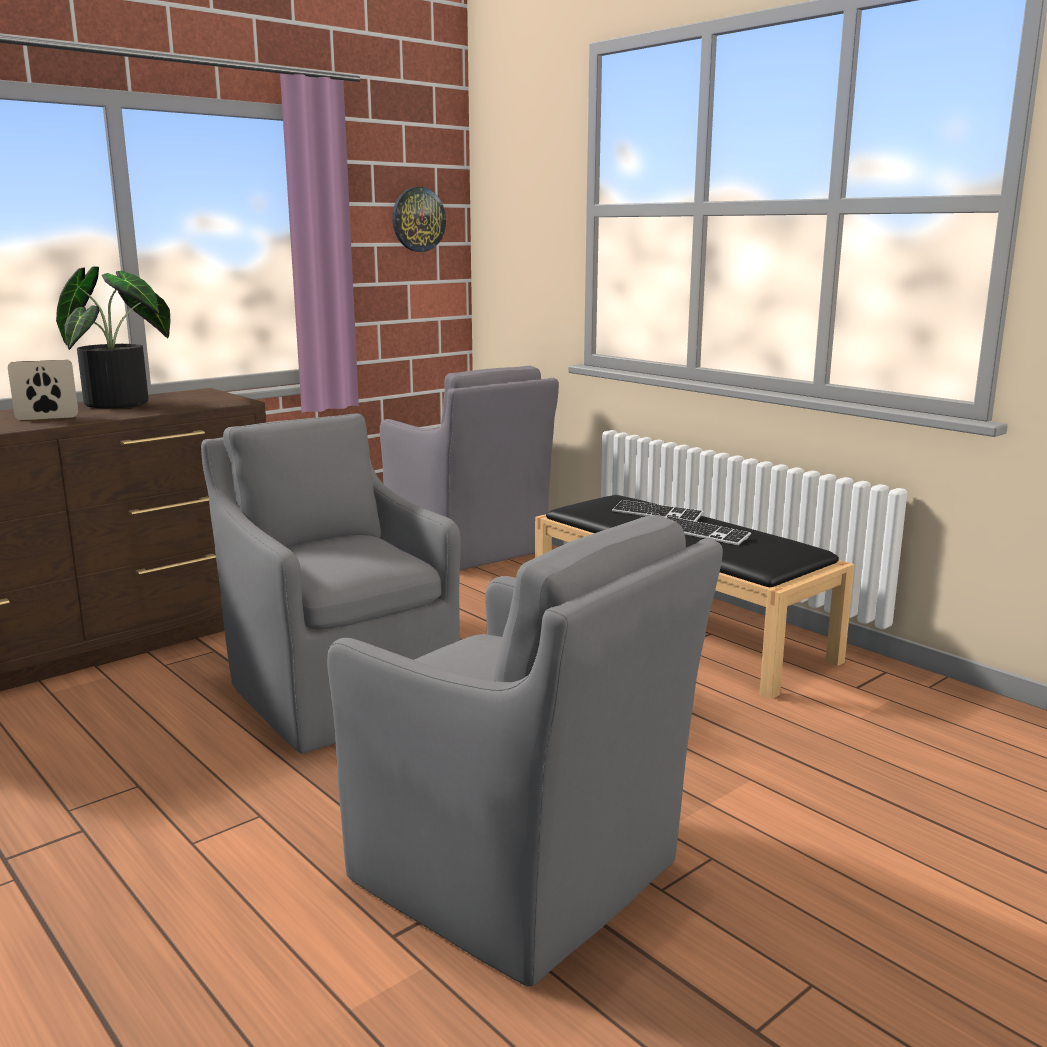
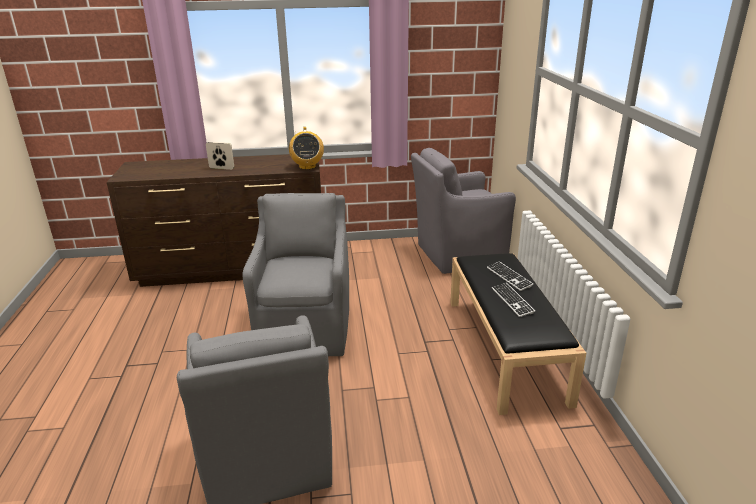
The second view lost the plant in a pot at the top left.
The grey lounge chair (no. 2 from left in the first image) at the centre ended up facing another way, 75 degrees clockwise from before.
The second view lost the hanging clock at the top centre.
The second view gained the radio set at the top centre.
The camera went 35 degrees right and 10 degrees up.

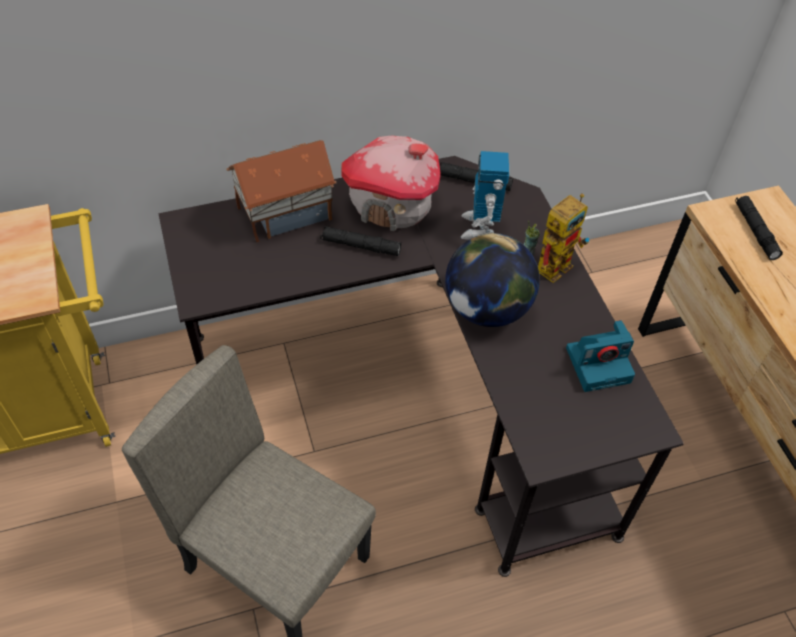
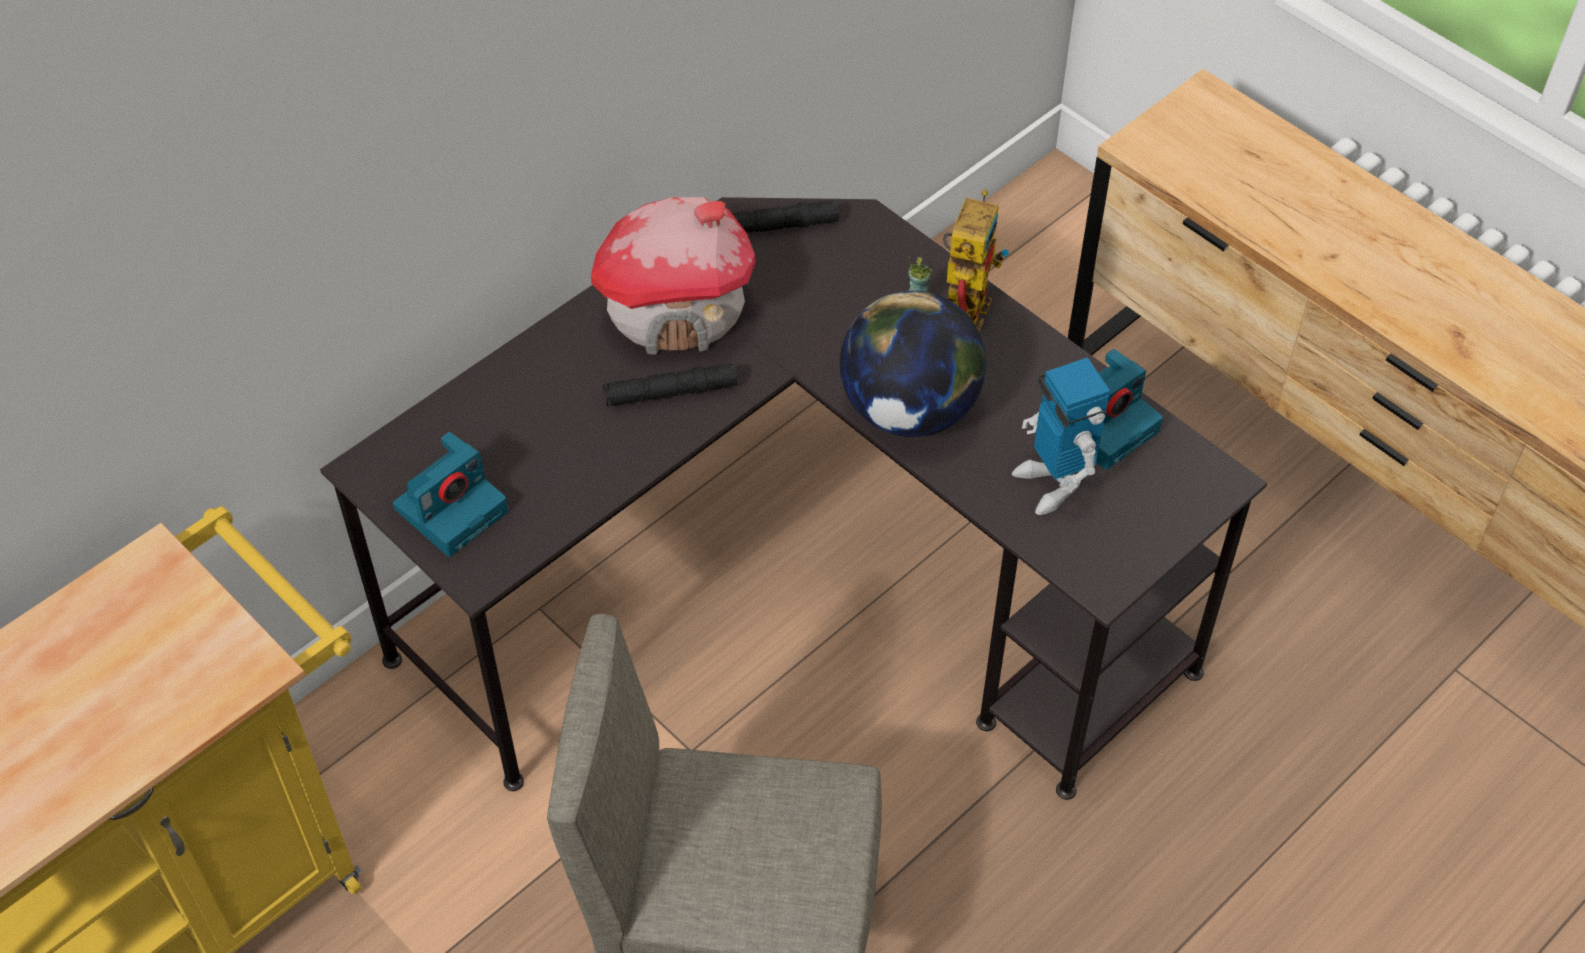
The second view lost the model house (no. 1 from left) at the top centre.
The robot figure (no. 1 from left in the first image) ended up elsewhere, having gone from the top centre to the middle right.
The second view lost the black-coloured flashlight (no. 3 from left) at the middle right.
The second view gained the still camera (no. 1 from left) at the middle left.
The camera went 25 degrees left and 0 degrees up.

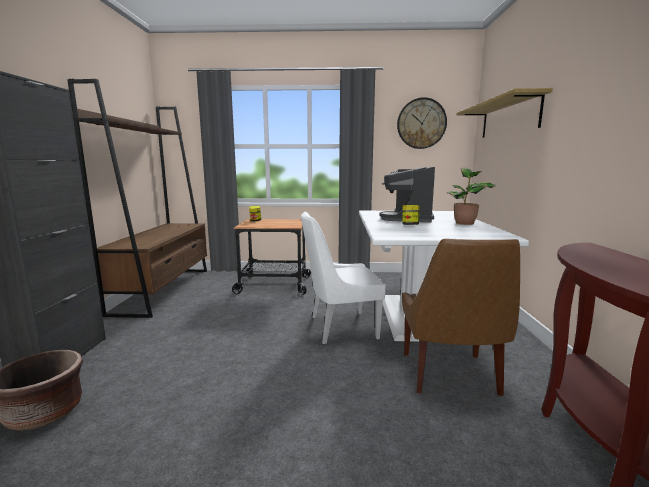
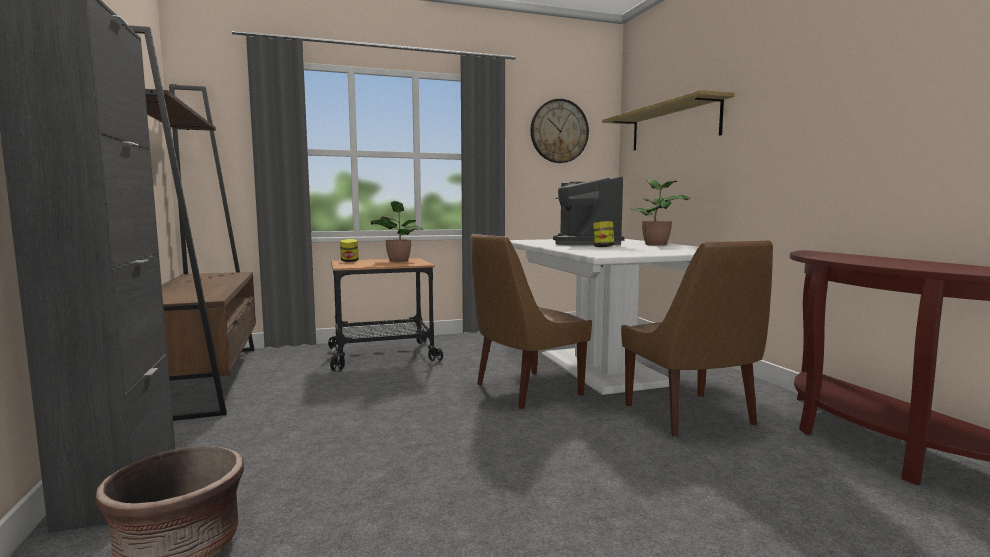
What was the whitish upright chair at the centre turned into the brownish upright chair (no. 1 from left) at the centre.
The second view gained the plant in a pot (no. 1 from left) at the centre.
The camera went 20 degrees left and 5 degrees down.

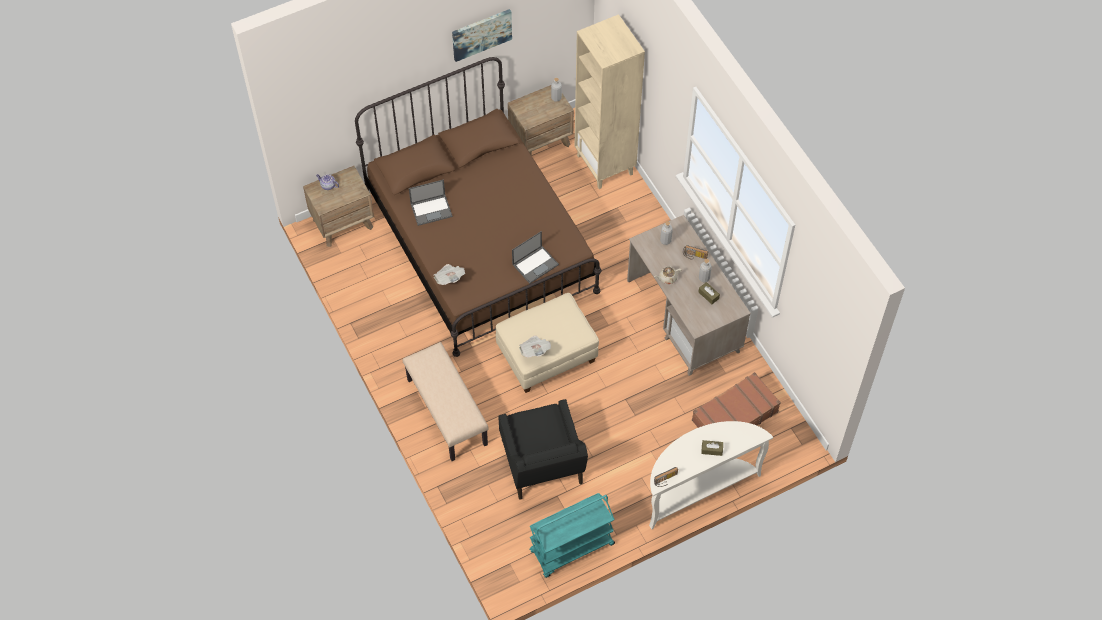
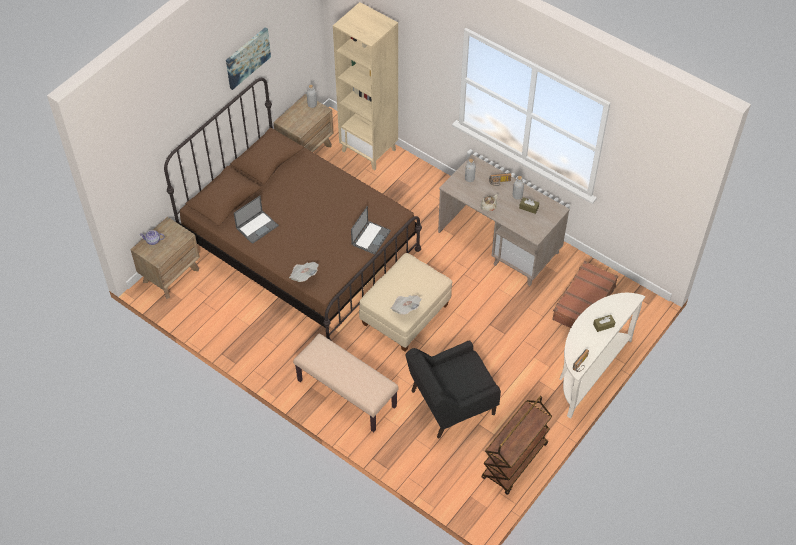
The black-coloured lounge chair at the bottom centre ended up facing another way, 105 degrees clockwise from before.
What was the turquoise wheeled cart at the bottom centre turned into the brownish wheeled cart at the bottom centre.
The camera went 25 degrees left and 5 degrees down.

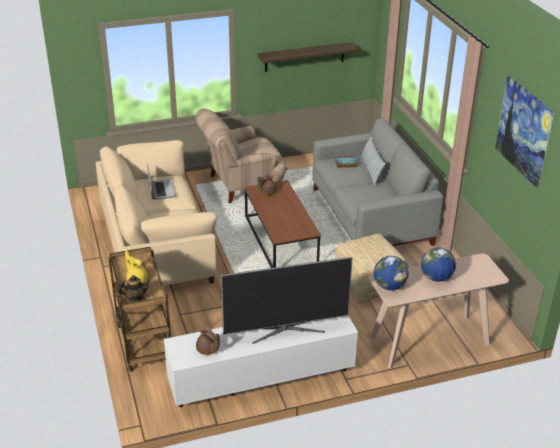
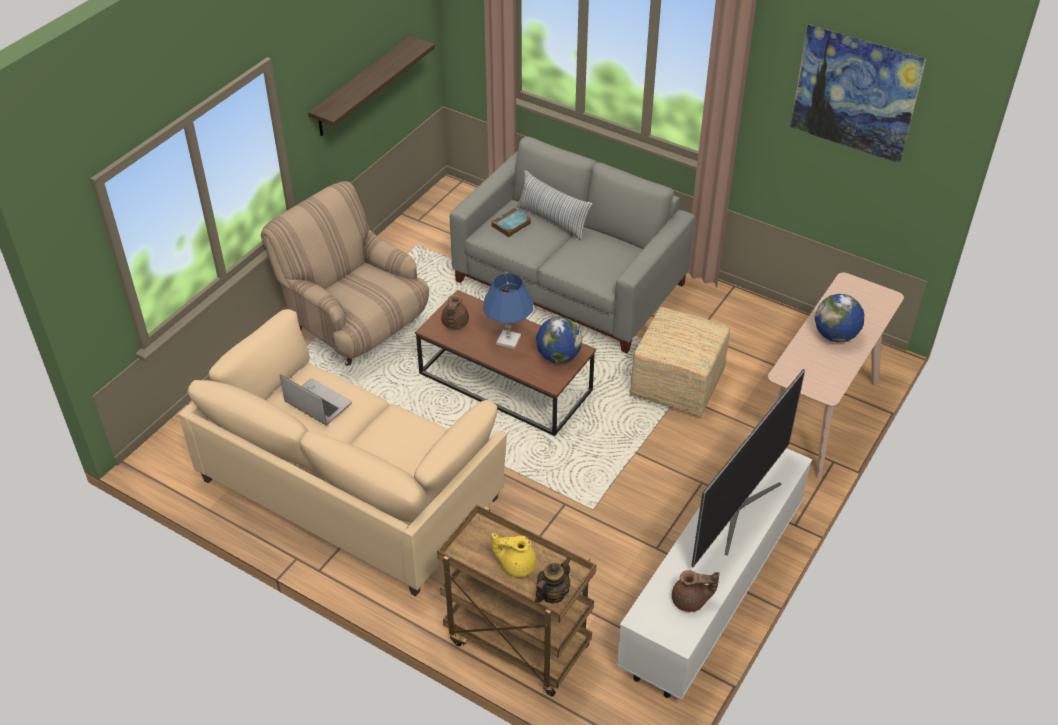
The sand-coloured lounge chair at the centre ended up facing another way, 105 degrees clockwise from before.
The globe (no. 1 from left) ended up elsewhere, having gone from the middle right to the centre.
The second view gained the bluish tabletop lamp at the centre.
The camera went 40 degrees left and 10 degrees up.

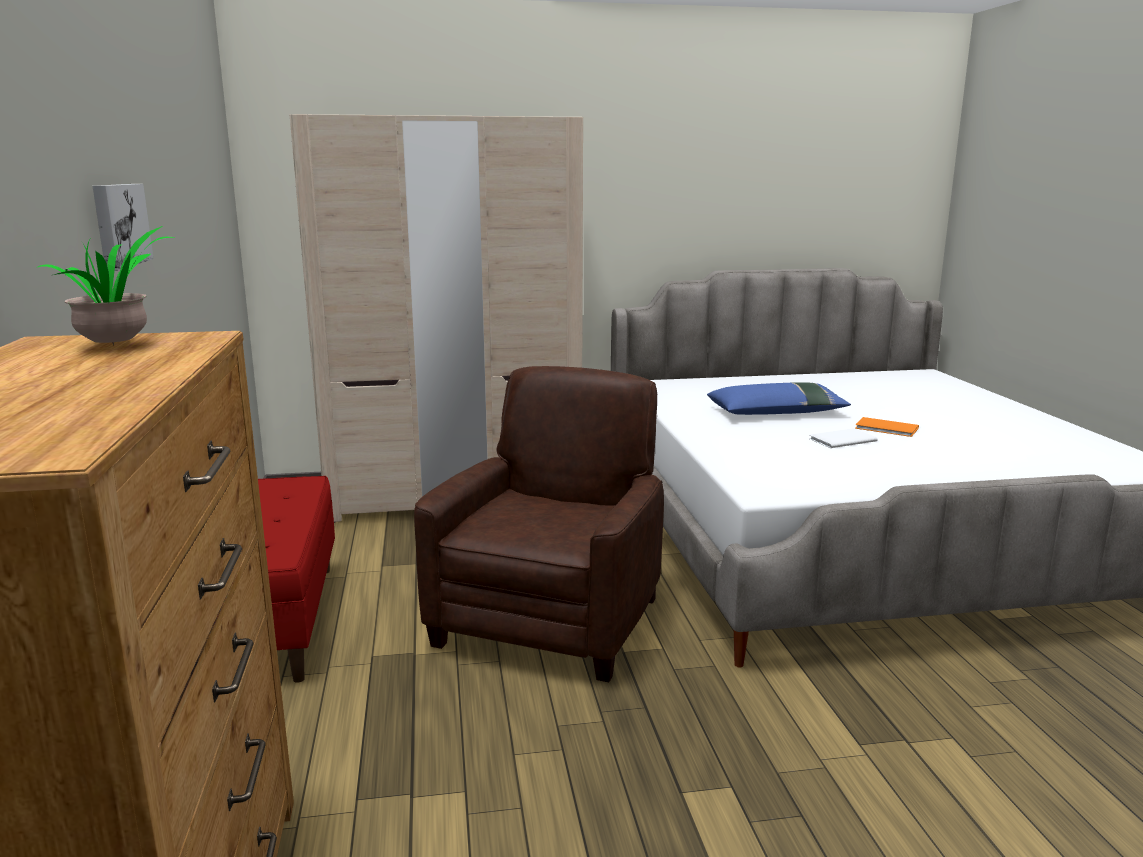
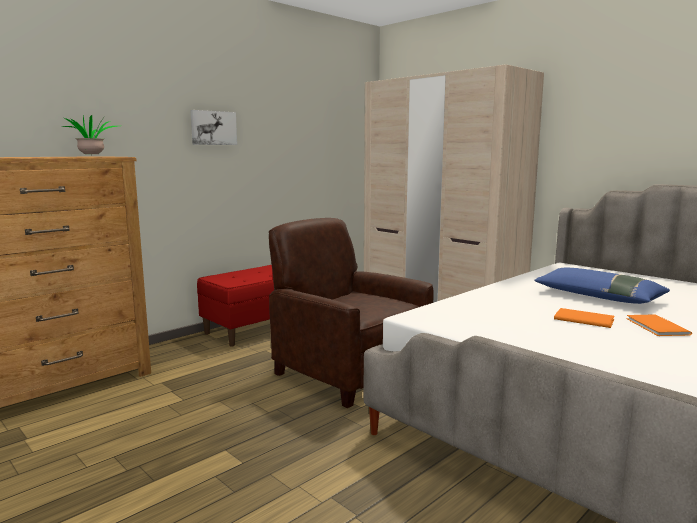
The brownish lounge chair at the centre ended up facing another way, 120 degrees counterclockwise from before.
What was the whitish bound book at the middle right turned into the orangey bound book (no. 1 from left) at the middle right.
The camera went 55 degrees right and 5 degrees down.

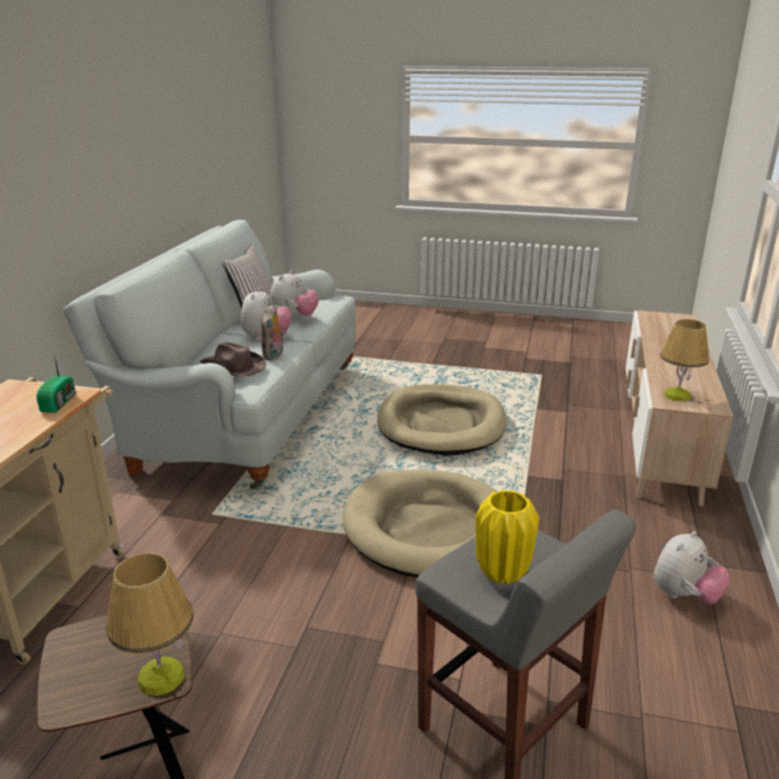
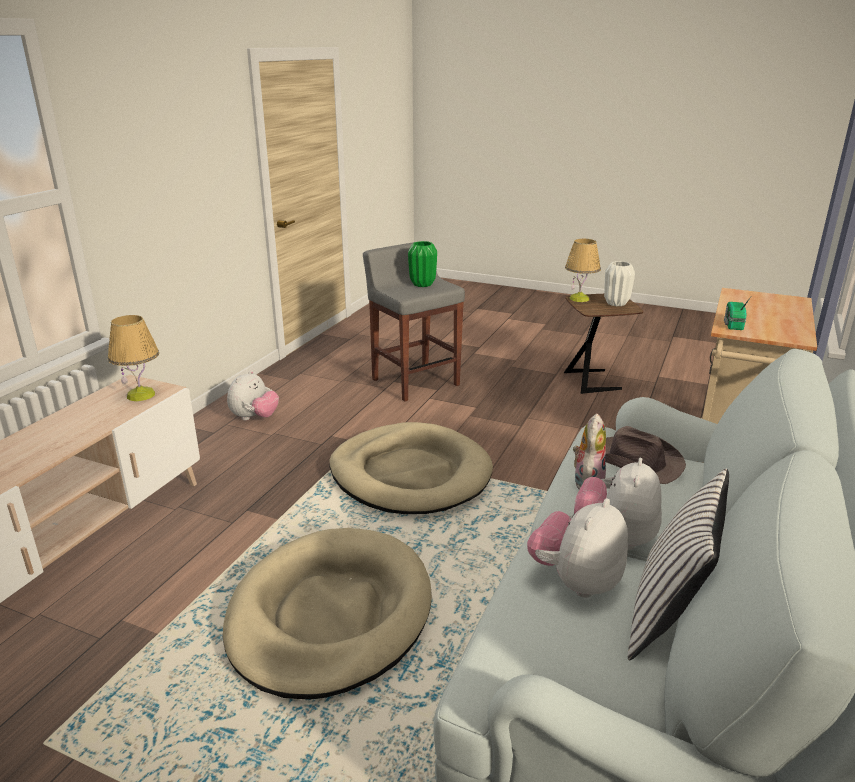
What was the yellowish decorative vase at the bottom centre turned into the greenish decorative vase at the centre.
The cuddly toy (no. 4 from left in the first image) at the bottom right ended up facing another way, 150 degrees clockwise from before.
The second view gained the whitish decorative vase at the middle right.
The camera went 170 degrees left and 0 degrees up.

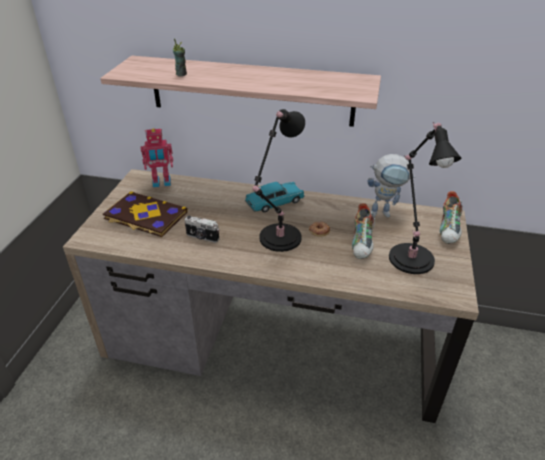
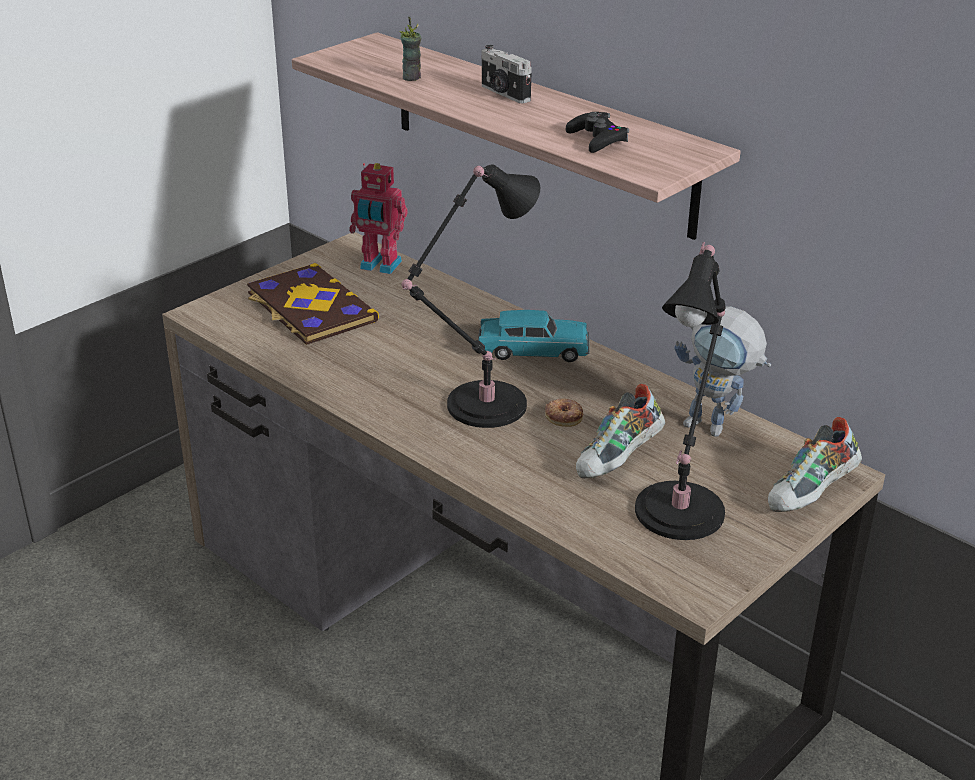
The still camera ended up elsewhere, having gone from the centre to the top centre.
The second view gained the black-coloured joypad at the top centre.
The camera went 30 degrees right and 5 degrees down.

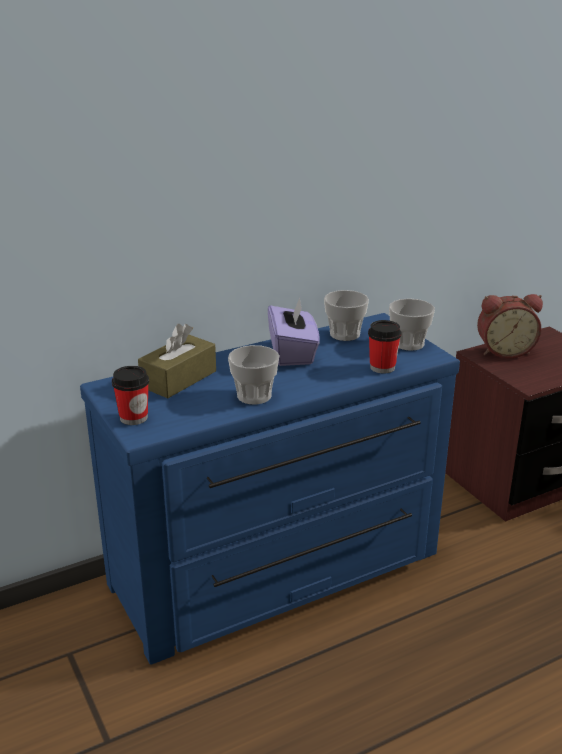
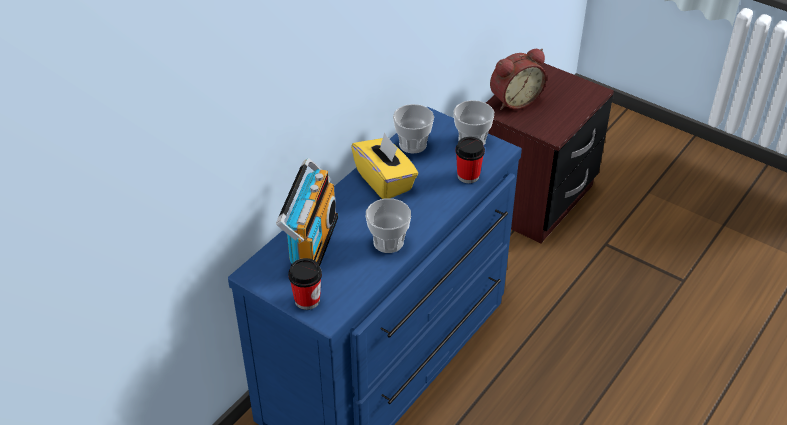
Where the brownish tissue box stood at the middle left, the radio set came to stand at the centre.
What was the purple-coloured tissue box at the centre turned into the yellowish tissue box at the centre.
The camera went 25 degrees left and 15 degrees up.

